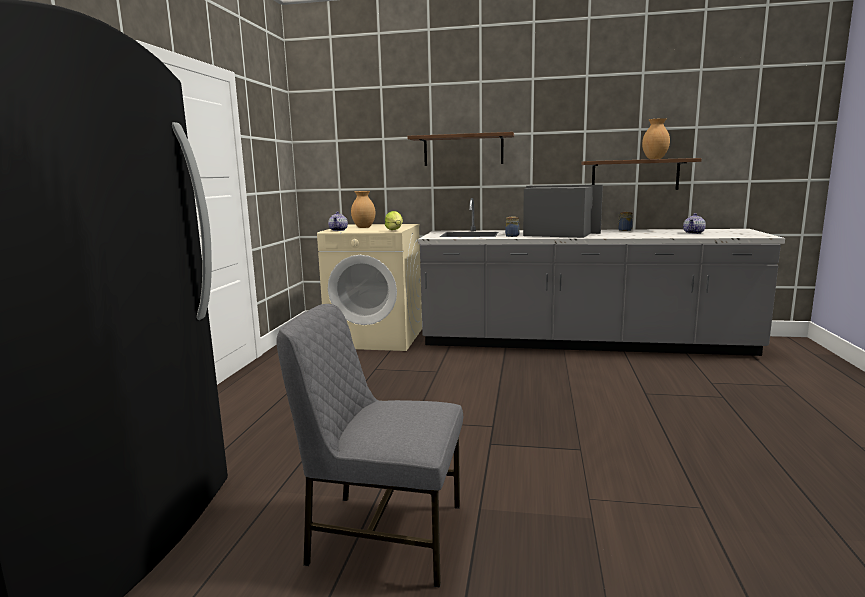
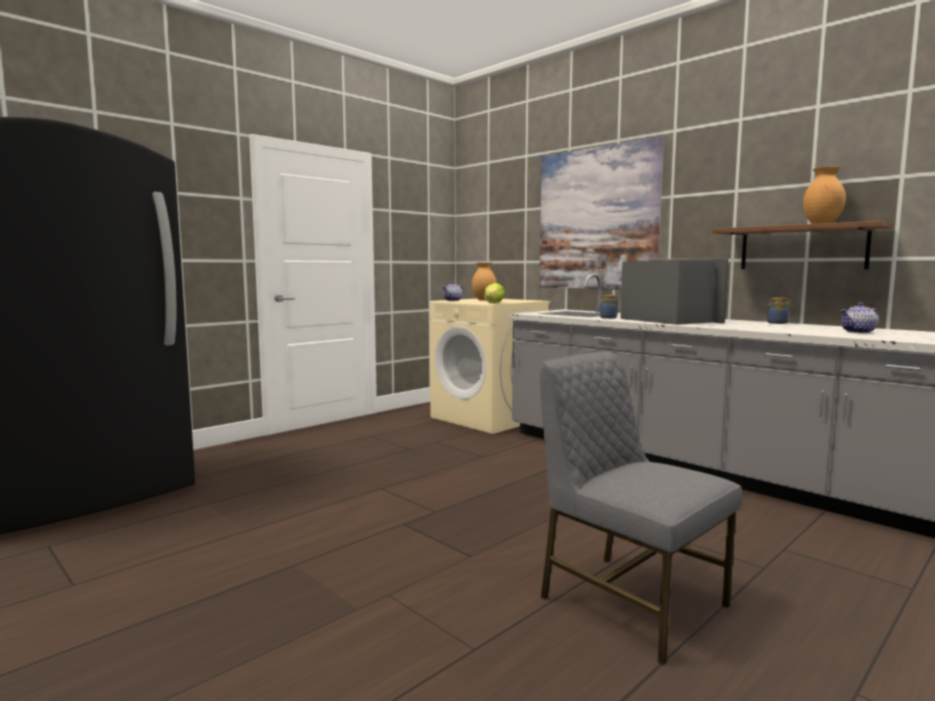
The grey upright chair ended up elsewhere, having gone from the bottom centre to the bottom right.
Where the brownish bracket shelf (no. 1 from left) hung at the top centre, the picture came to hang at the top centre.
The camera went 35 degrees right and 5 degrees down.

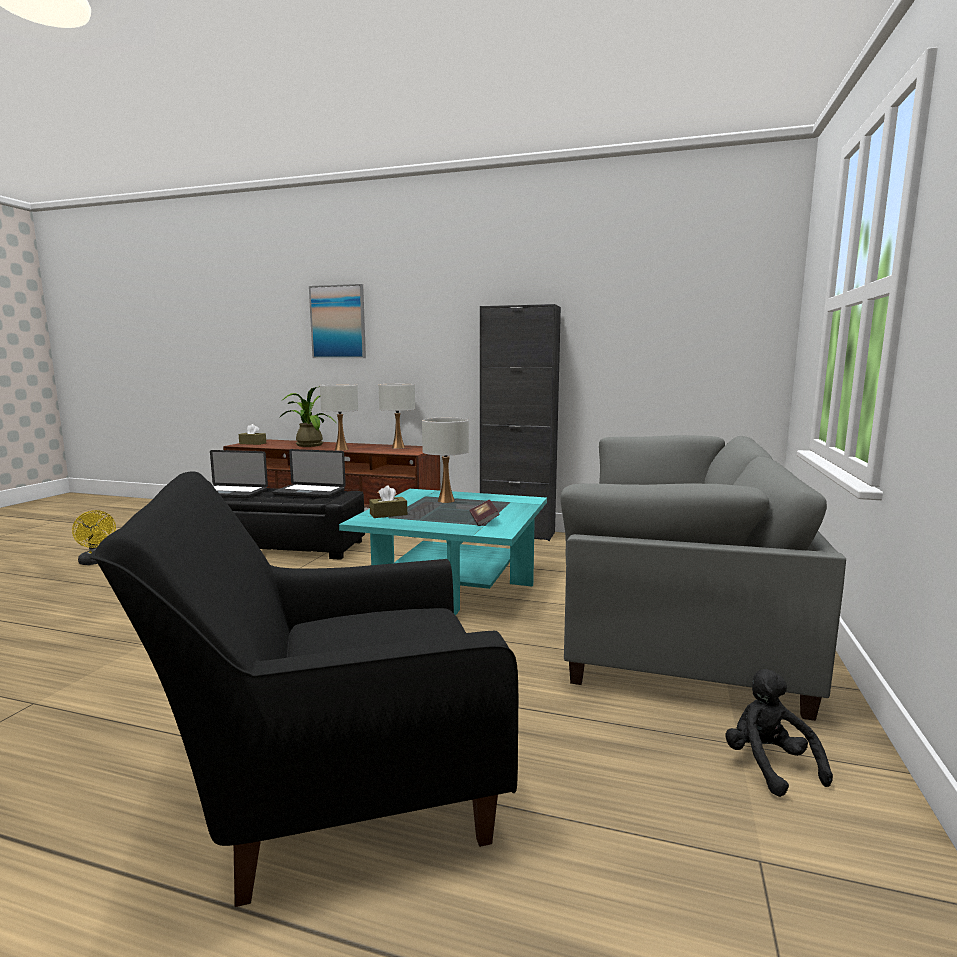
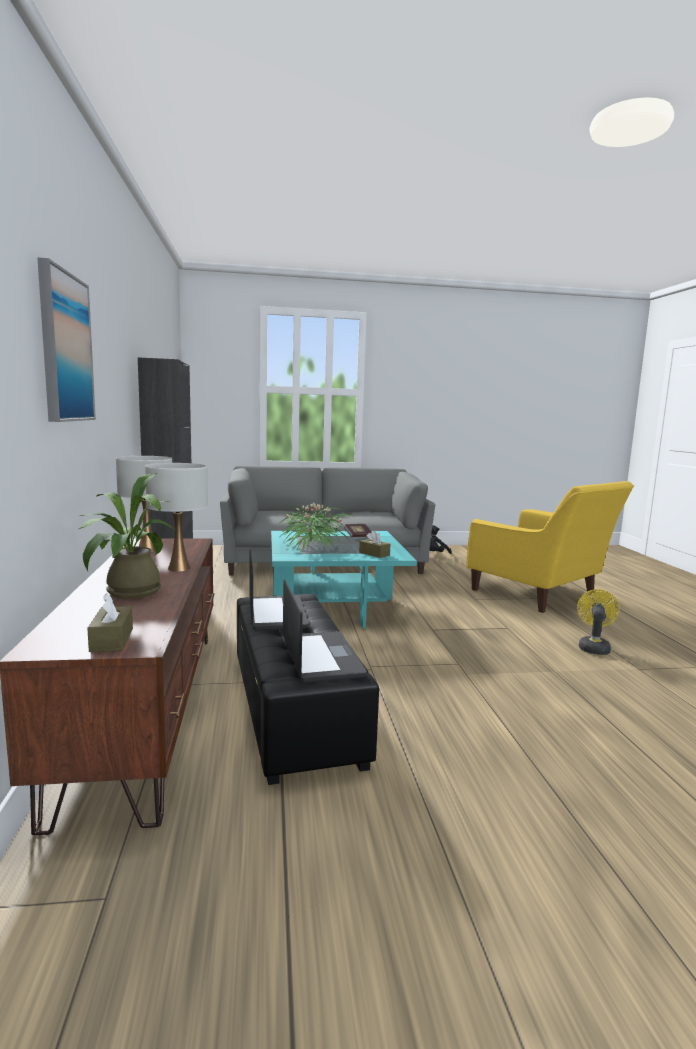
The yellowish electric fan ended up elsewhere, having gone from the middle left to the middle right.
What was the black-coloured lounge chair at the bottom left turned into the yellowish lounge chair at the middle right.
Where the whitish tabletop lamp (no. 3 from left) stood at the centre, the plant in a pot (no. 2 from left) came to stand at the centre.
The camera went 115 degrees left and 0 degrees up.

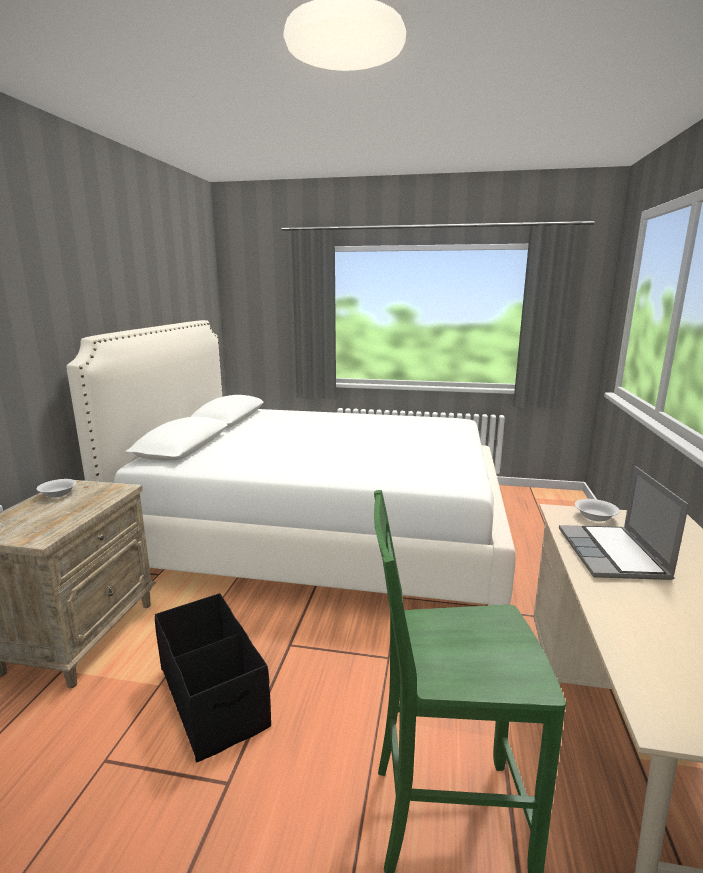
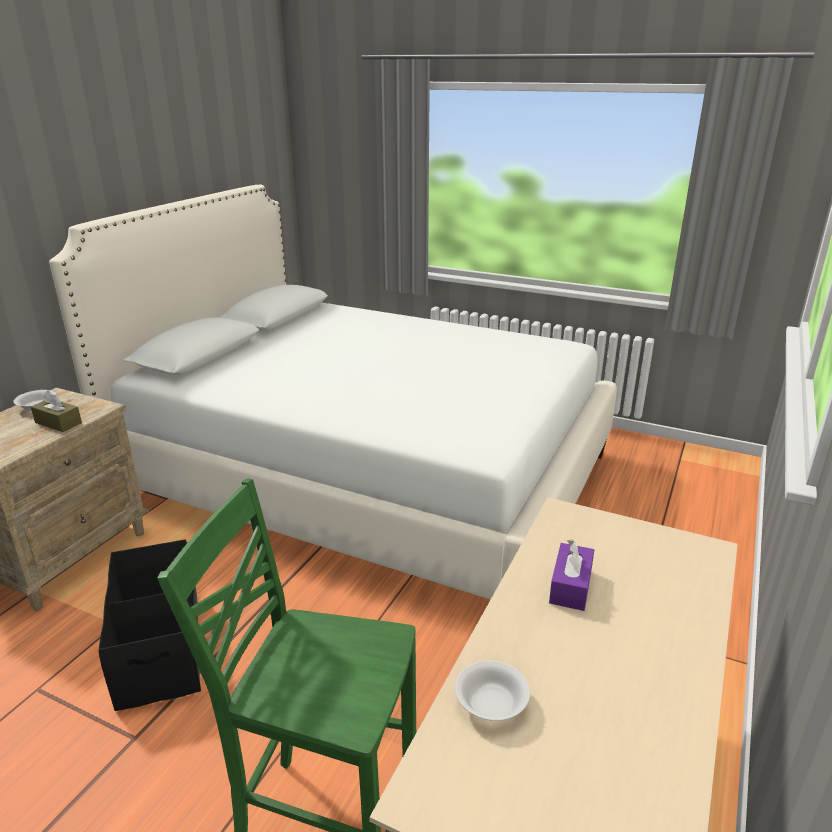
Where the laptop stood at the middle right, the purple-coloured tissue box came to stand at the bottom right.
The whitish deep dish (no. 2 from left) ended up elsewhere, having gone from the middle right to the bottom centre.
The second view gained the brownish tissue box at the middle left.
The camera went 15 degrees right and 10 degrees up.

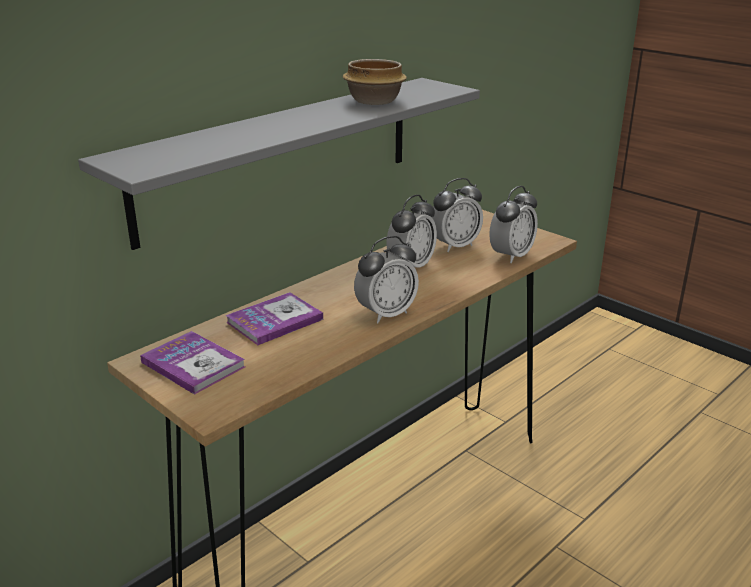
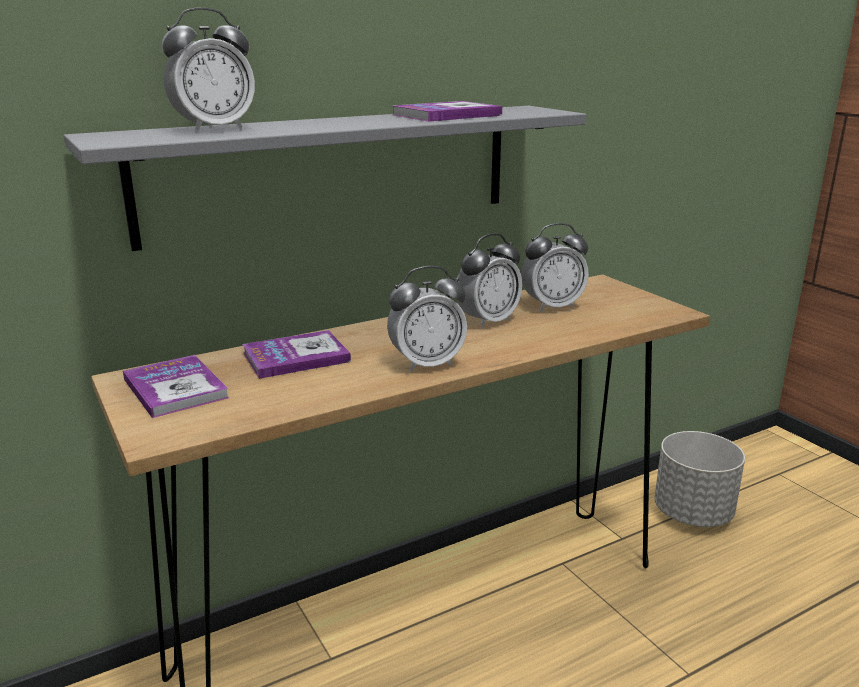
Where the deep dish stood at the top centre, the bound book (no. 3 from left) came to stand at the top centre.
The table clock (no. 4 from left in the first image) ended up elsewhere, having gone from the middle right to the top left.
The second view gained the grey plant pot at the bottom right.
The camera went 15 degrees right and 5 degrees down.

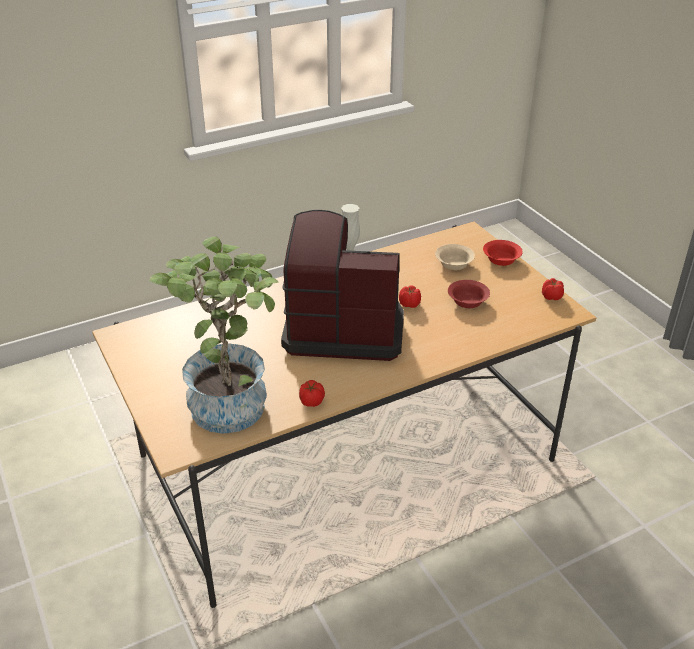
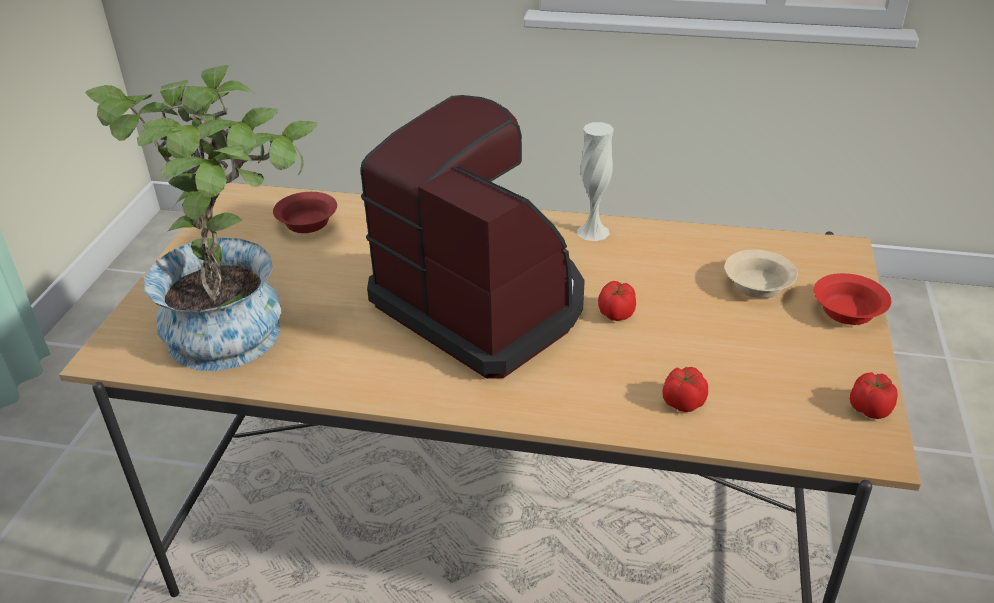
The fresh tomato (no. 1 from left in the first image) ended up elsewhere, having gone from the centre to the middle right.
The reddish deep dish (no. 1 from left) ended up elsewhere, having gone from the middle right to the middle left.
The camera went 40 degrees right and 0 degrees up.

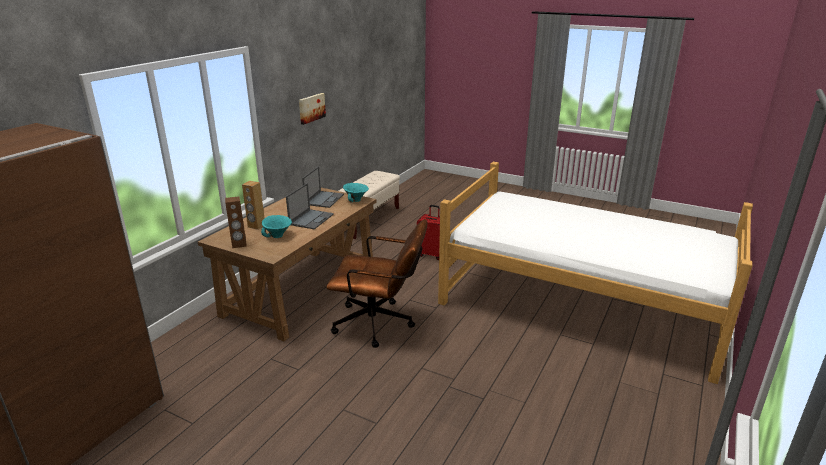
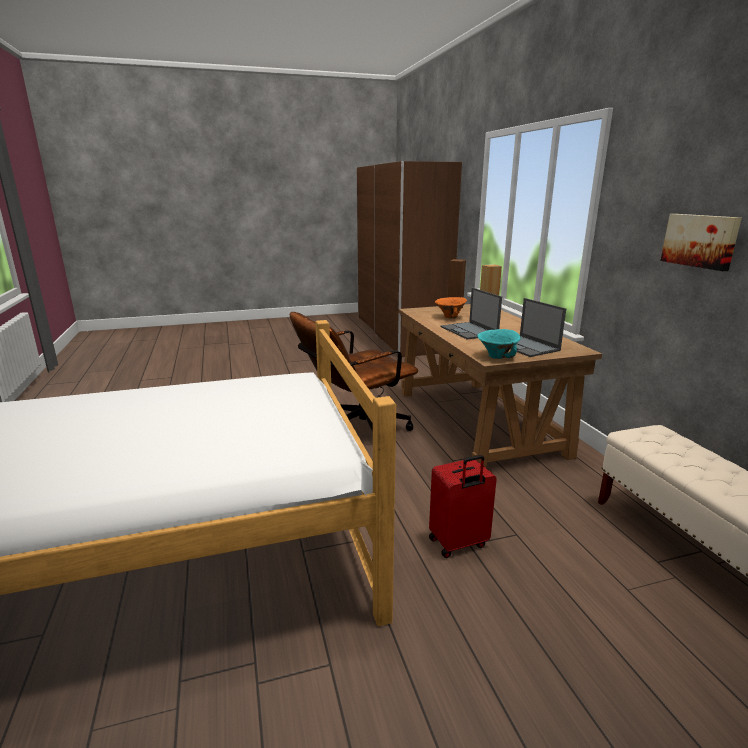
What was the turquoise deep dish (no. 1 from left) at the centre turned into the orangey deep dish at the centre.
The camera went 135 degrees right and 5 degrees down.

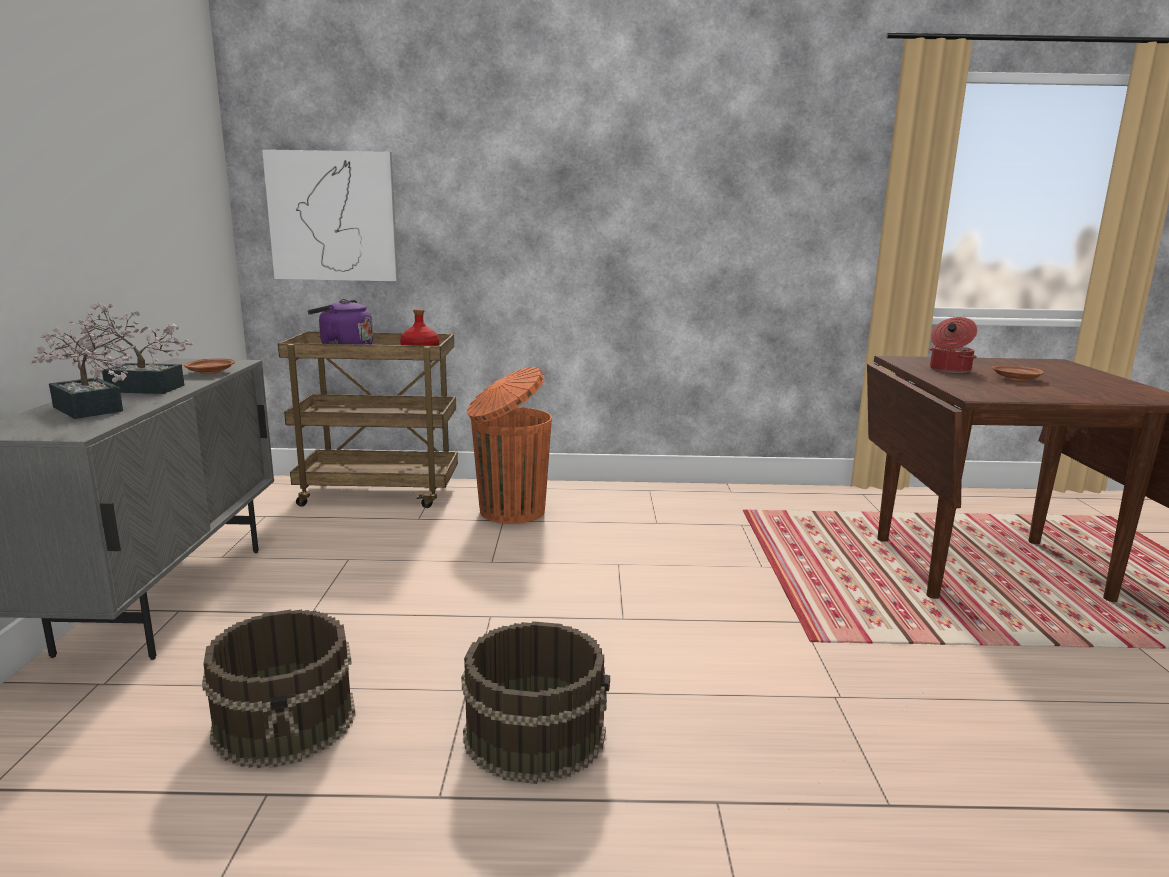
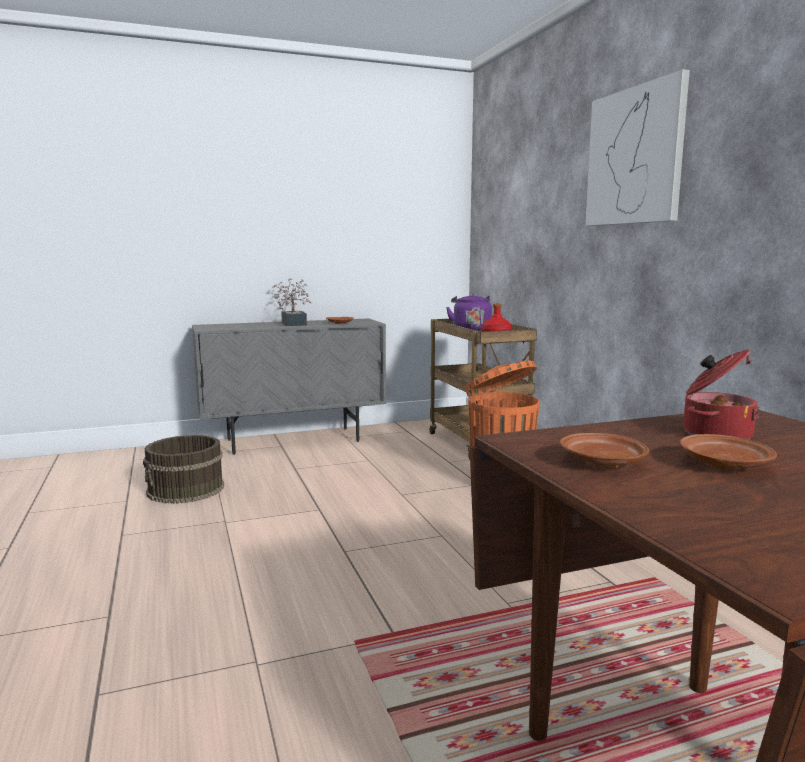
The second view lost the plant in a pot (no. 1 from left) at the middle left.
The picture ended up elsewhere, having gone from the top left to the top right.
The second view lost the brownish bucket (no. 2 from left) at the bottom centre.
The second view gained the brownish dinner plate (no. 2 from left) at the middle right.
The camera went 70 degrees right and 5 degrees down.

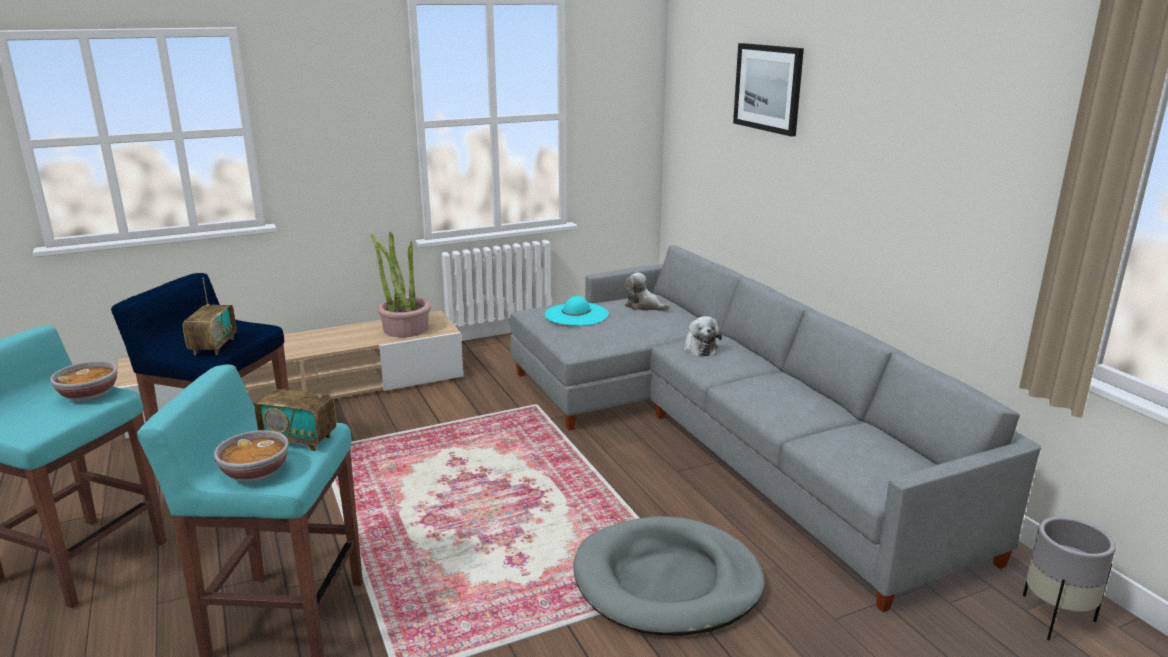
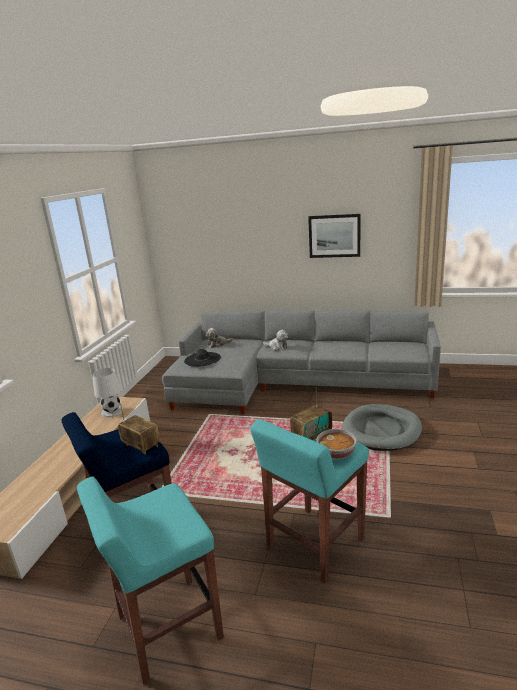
The second view lost the deep dish (no. 1 from left) at the middle left.
Where the plant in a pot stood at the centre, the whitish tabletop lamp came to stand at the middle left.
What was the turquoise wearable hat at the centre turned into the black-coloured wearable hat at the centre.
The picture ended up elsewhere, having gone from the top centre to the centre.
The second view lost the grey plant pot at the bottom right.
The camera went 50 degrees left and 0 degrees up.

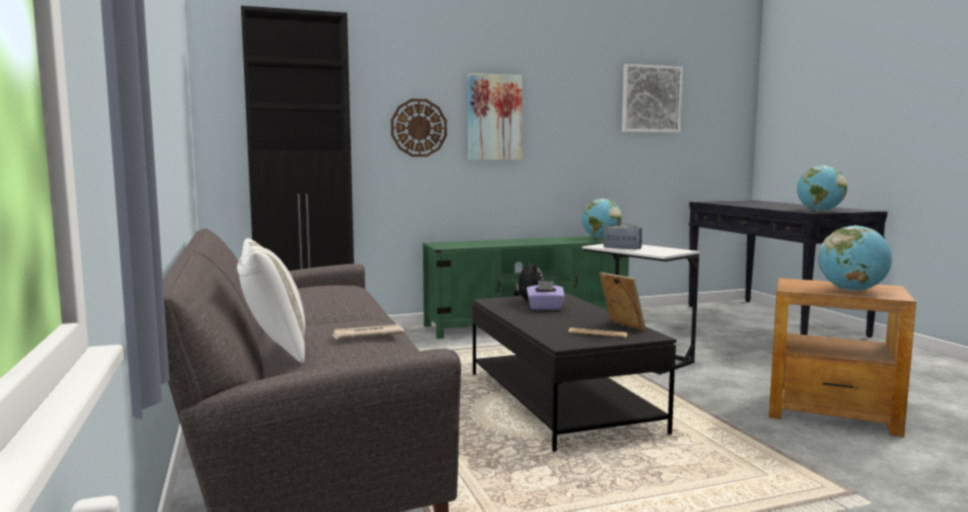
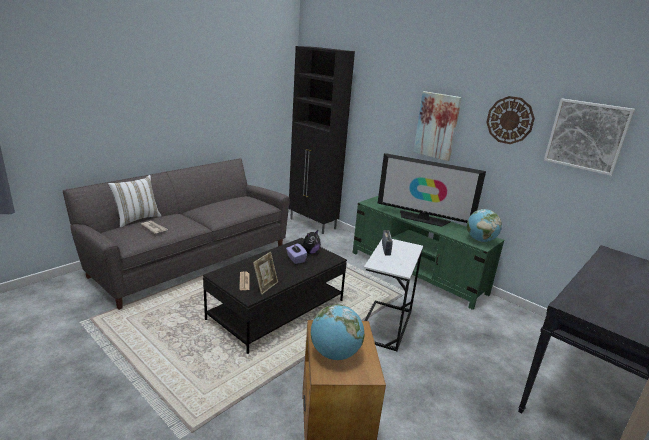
The hanging clock ended up elsewhere, having gone from the top centre to the top right.
The second view lost the globe (no. 2 from left) at the middle right.
The second view gained the TV set at the centre.
The camera went 60 degrees right and 15 degrees up.

